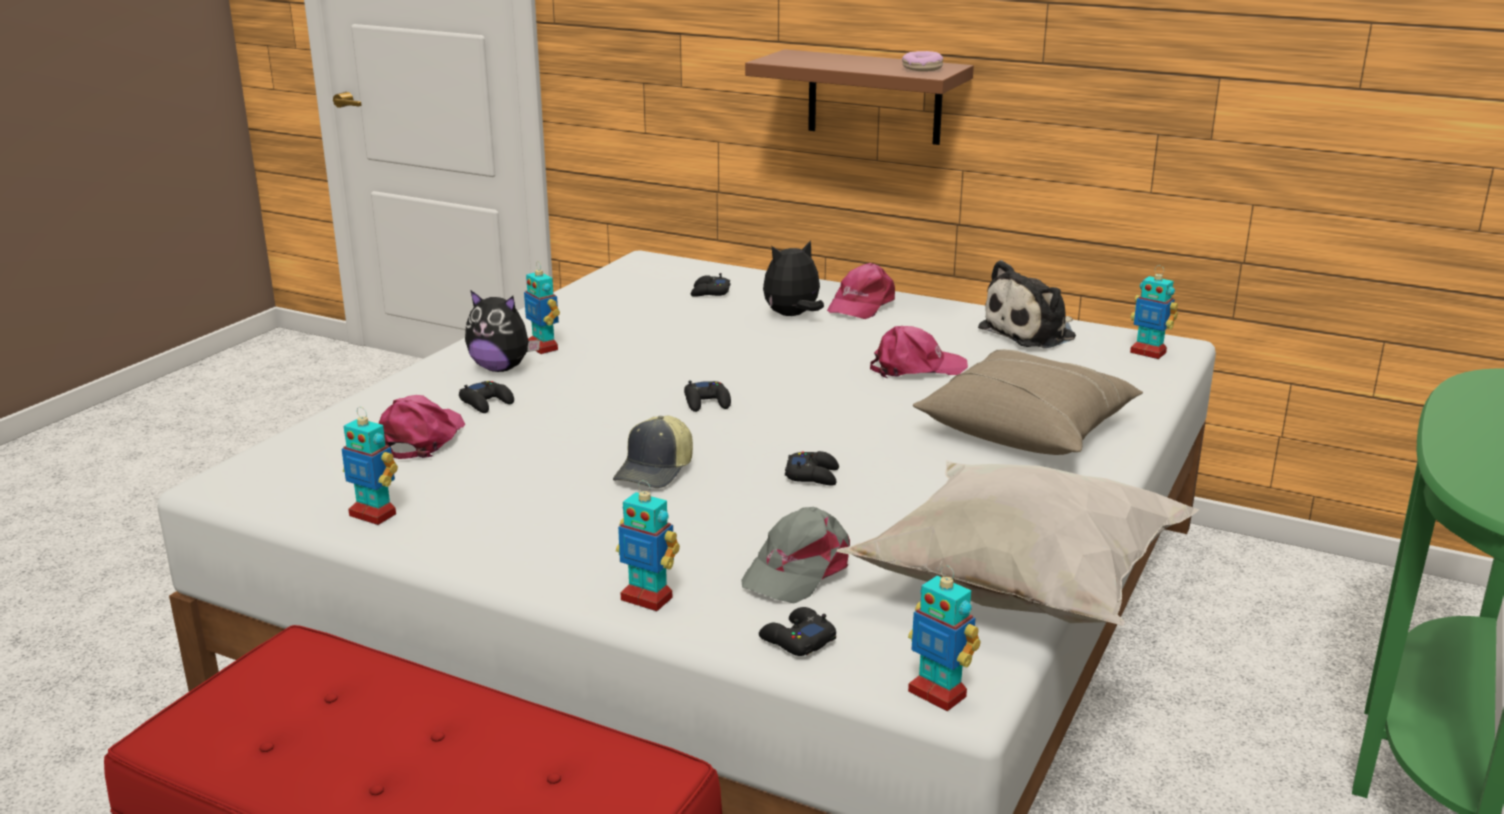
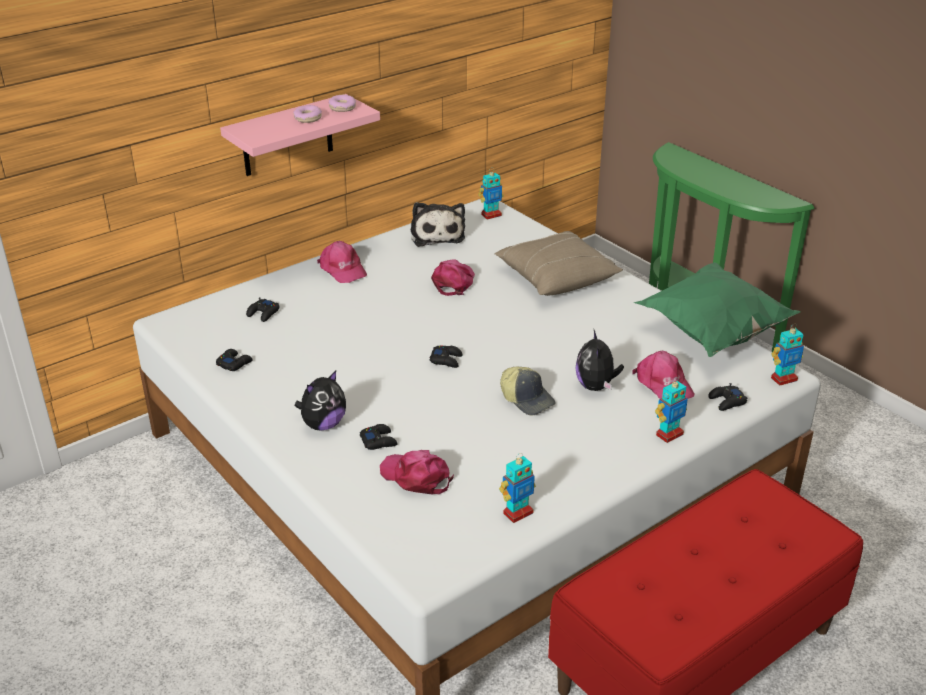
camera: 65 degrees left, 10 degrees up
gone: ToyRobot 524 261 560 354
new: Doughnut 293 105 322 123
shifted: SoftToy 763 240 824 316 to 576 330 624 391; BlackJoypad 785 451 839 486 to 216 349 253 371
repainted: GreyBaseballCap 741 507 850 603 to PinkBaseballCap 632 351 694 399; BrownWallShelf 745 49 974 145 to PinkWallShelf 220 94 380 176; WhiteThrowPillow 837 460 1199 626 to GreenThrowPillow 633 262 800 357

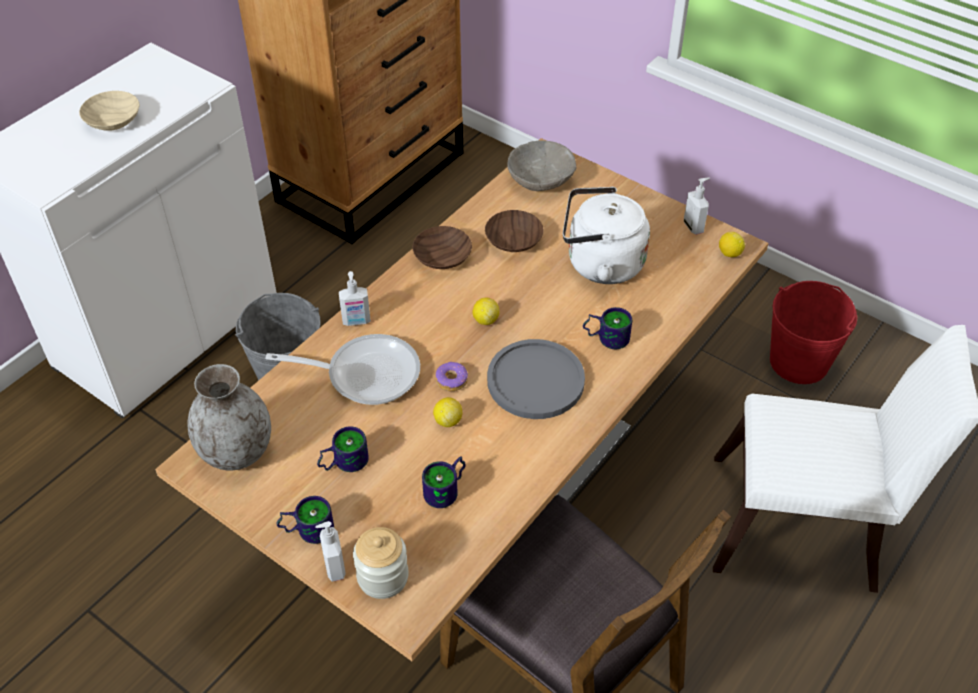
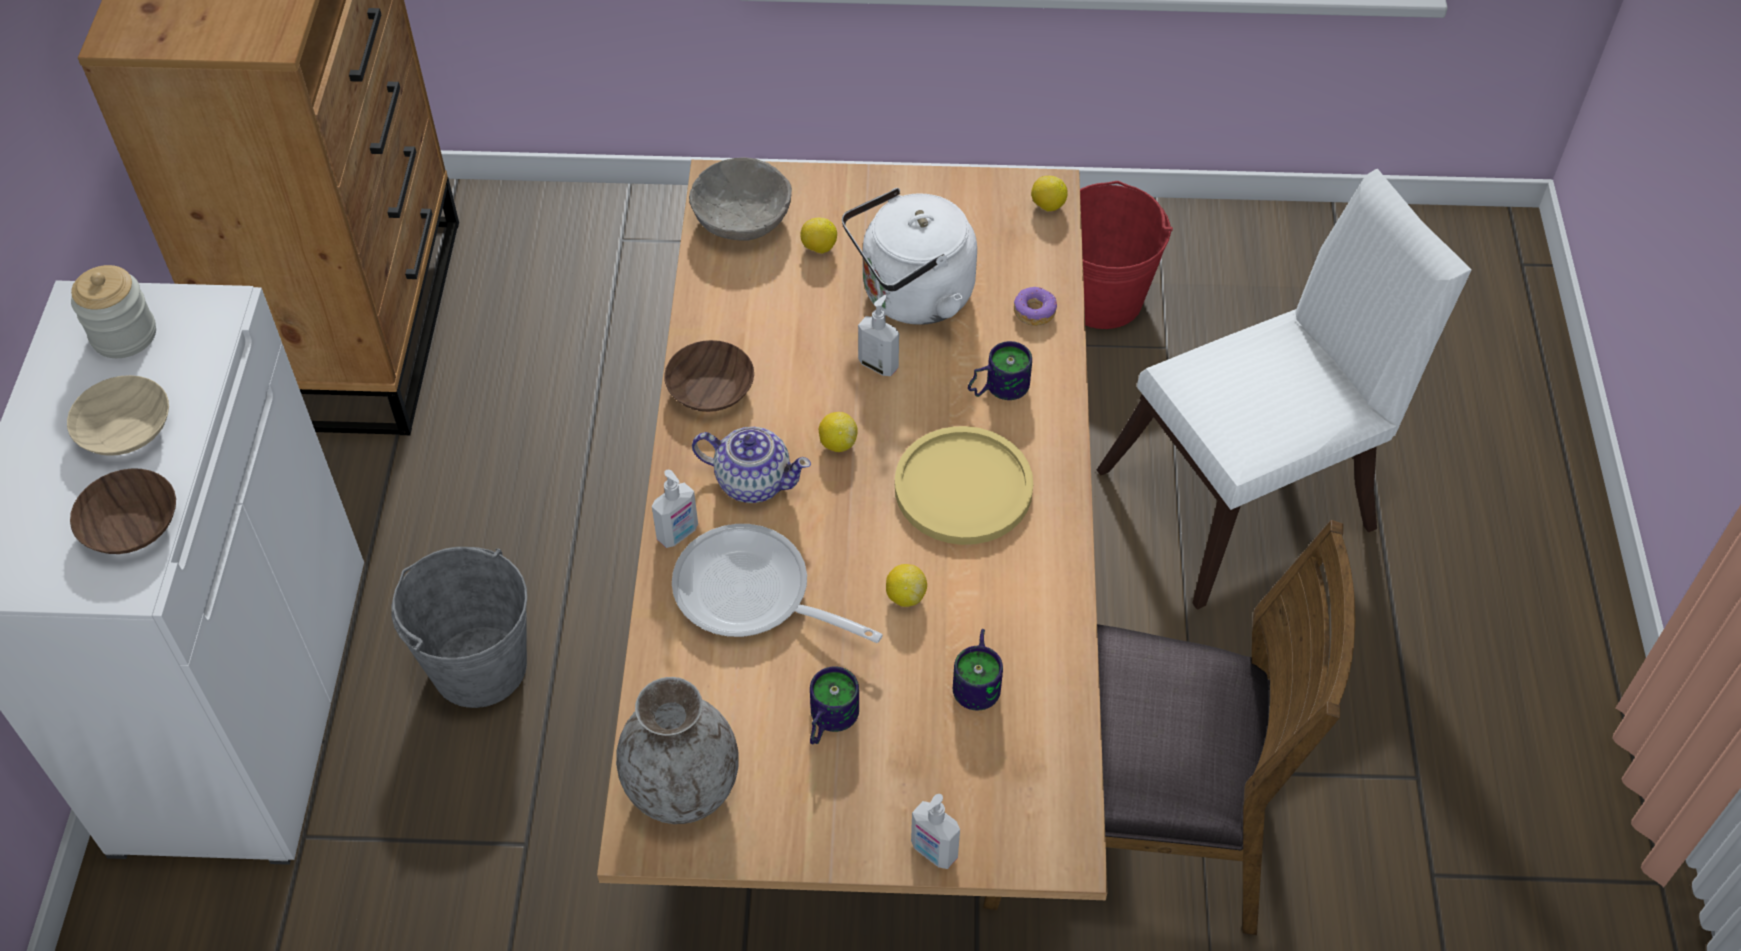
camera: 35 degrees left, 5 degrees up
gone: TeaMug 277 496 334 544
new: Teapot 692 427 811 503; CitrusFruit 800 217 837 254
shifted: Jar 353 527 409 599 to 71 265 156 358; Doughnut 436 362 468 391 to 1014 287 1057 326; BrownBowl 485 210 543 252 to 70 469 176 554; LiquidSoapBottle 684 177 710 235 to 858 295 899 376
repainted: GreyFlatDish 487 339 585 419 to YellowColouredFlatDish 895 426 1034 545
rotated: Skillet 265 334 420 405 = 672 524 883 643 120 degrees counterclockwise

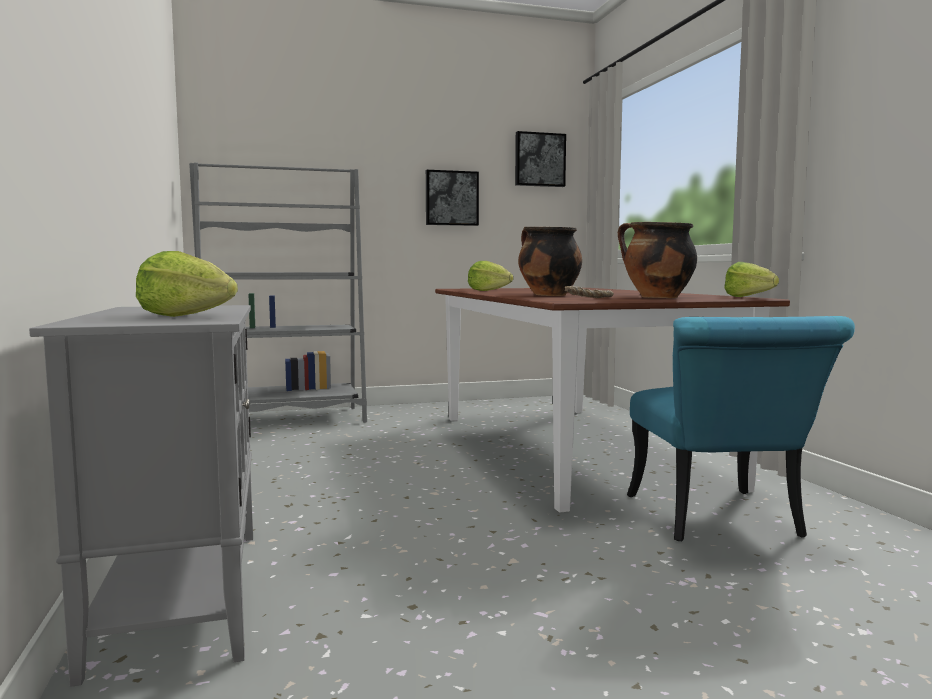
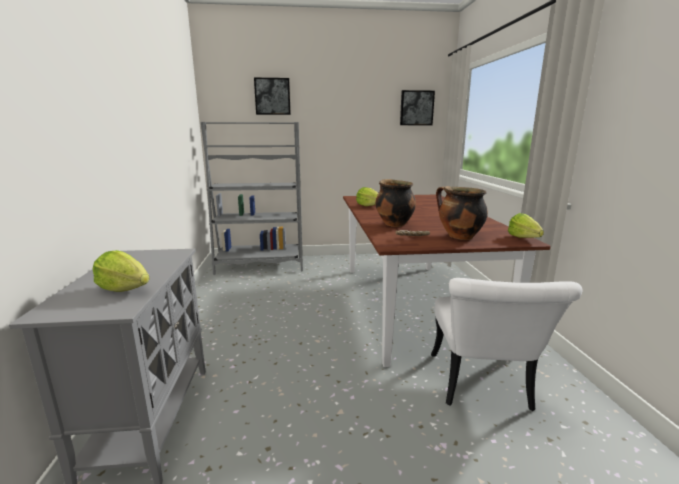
camera: 10 degrees right, 10 degrees up
shifted: WallPicture 426 170 479 226 to 254 78 291 115
repainted: TurquoiseChair 627 316 855 541 to WhiteChair 431 278 582 411

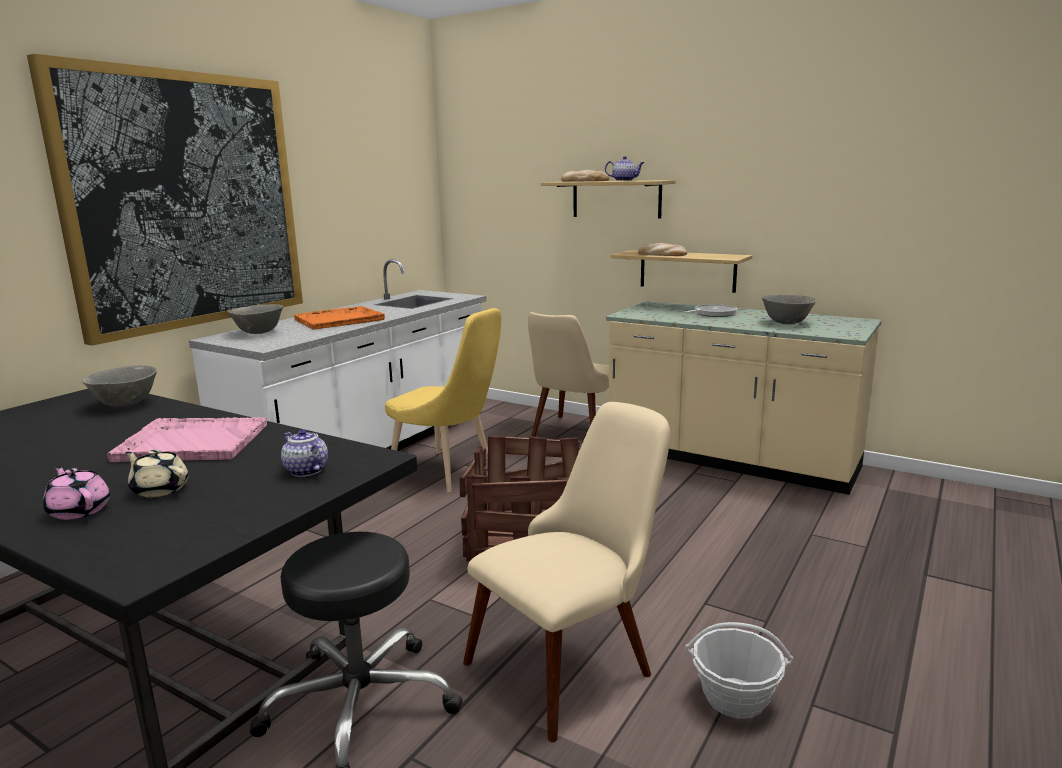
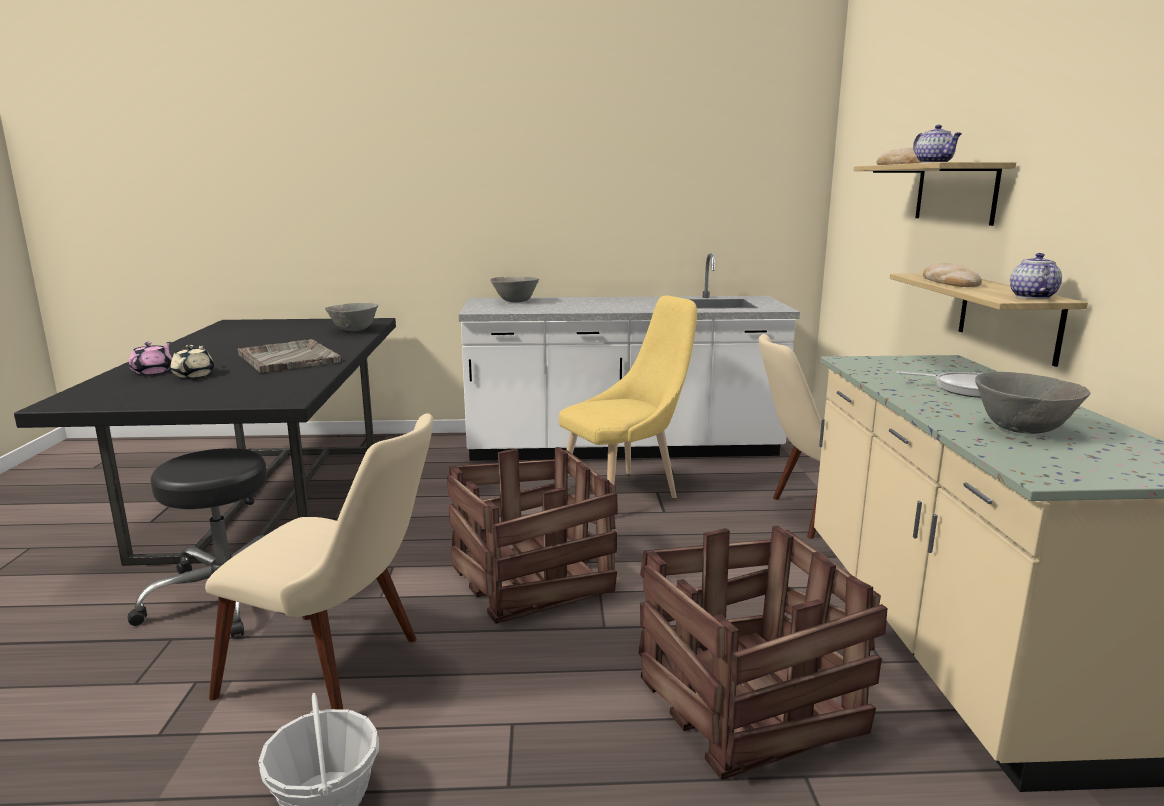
camera: 55 degrees right, 0 degrees up
gone: WallPicture 27 54 303 346; OrangeServingTray 294 306 385 330
new: PackingCrate 638 525 887 780
shifted: Teapot 281 429 328 477 to 1010 253 1062 299
repainted: PinkServingTray 107 417 267 462 to GreyServingTray 237 339 341 373
rotated: YellowColouredChair 385 308 501 493 = 559 295 697 499 120 degrees counterclockwise

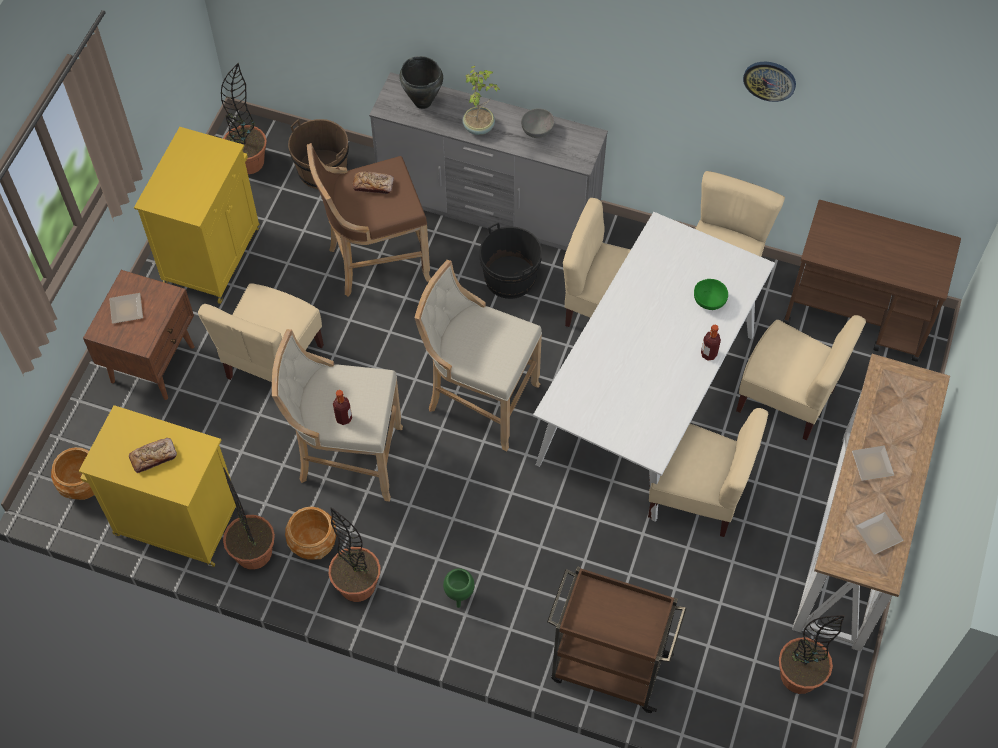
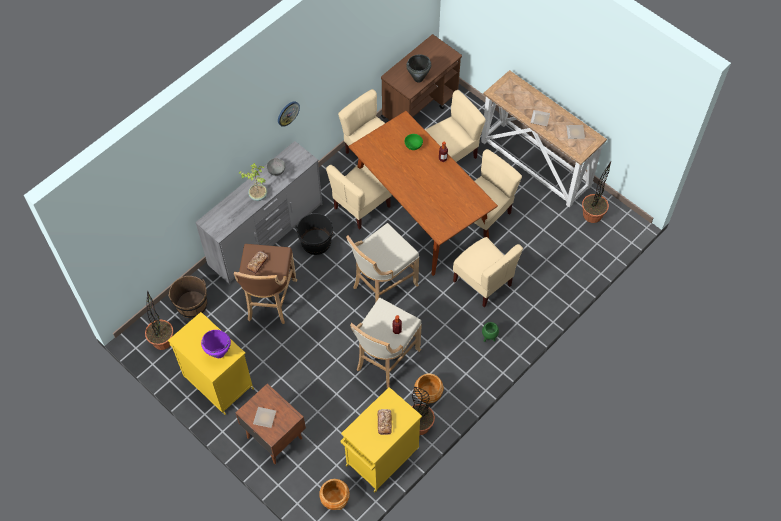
camera: 65 degrees left, 0 degrees up
gone: PlantInAPot 329 507 380 602; BrownCart 547 566 687 713
new: PurpleColouredCookingPot 201 330 231 358
shifted: SandColouredChair 198 283 324 382 to 453 237 523 307; BlackCookingPot 399 56 443 109 to 406 54 431 83; ClockOnTheWall 743 62 796 102 to 278 101 300 127
repainted: WhiteKitchenTable 533 212 775 522 to BrownKitchenTable 348 111 498 276

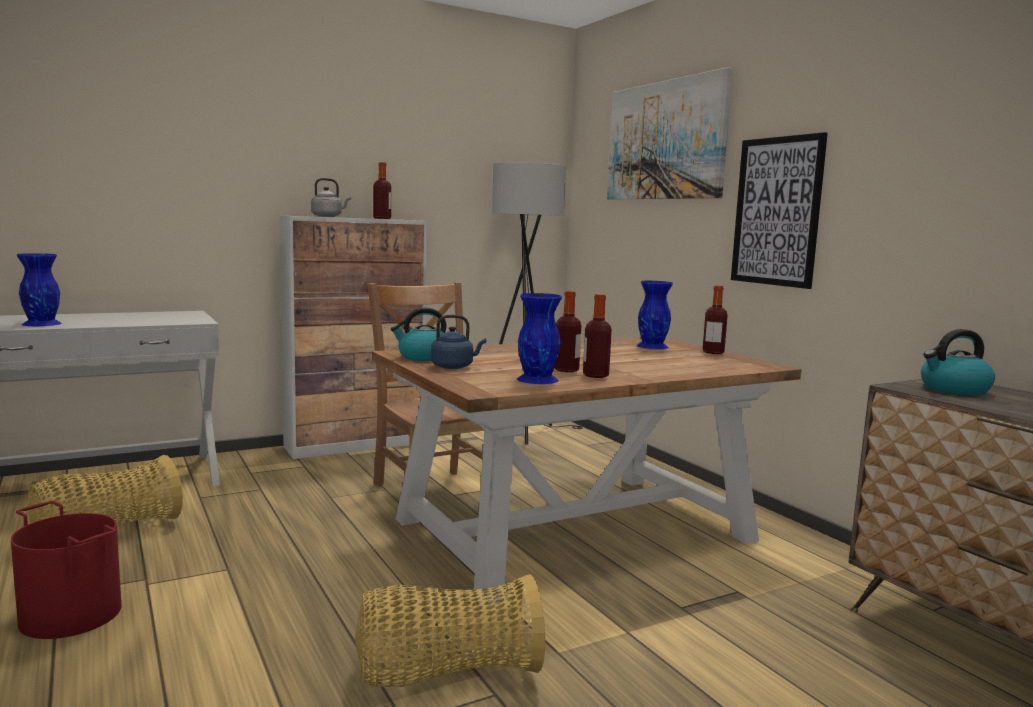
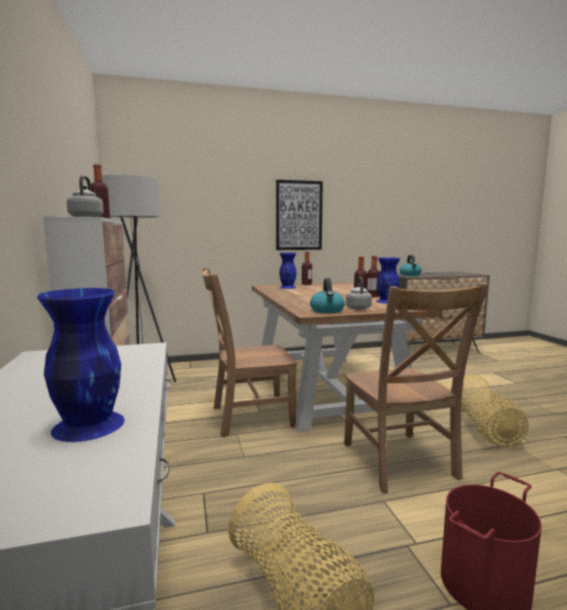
camera: 75 degrees left, 0 degrees up
gone: WallPicture 607 67 733 199
new: BrownChair 344 283 489 493
repainted: BluishWaterKettle 431 315 486 369 to GreyWaterKettle 346 277 372 310

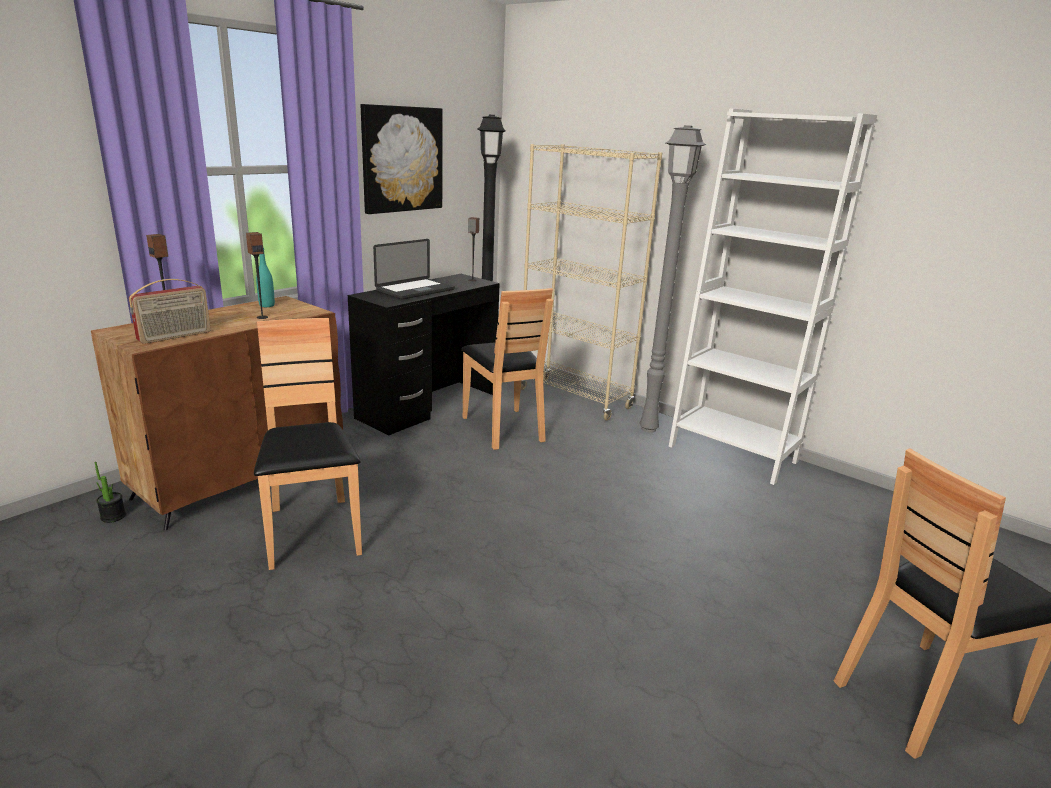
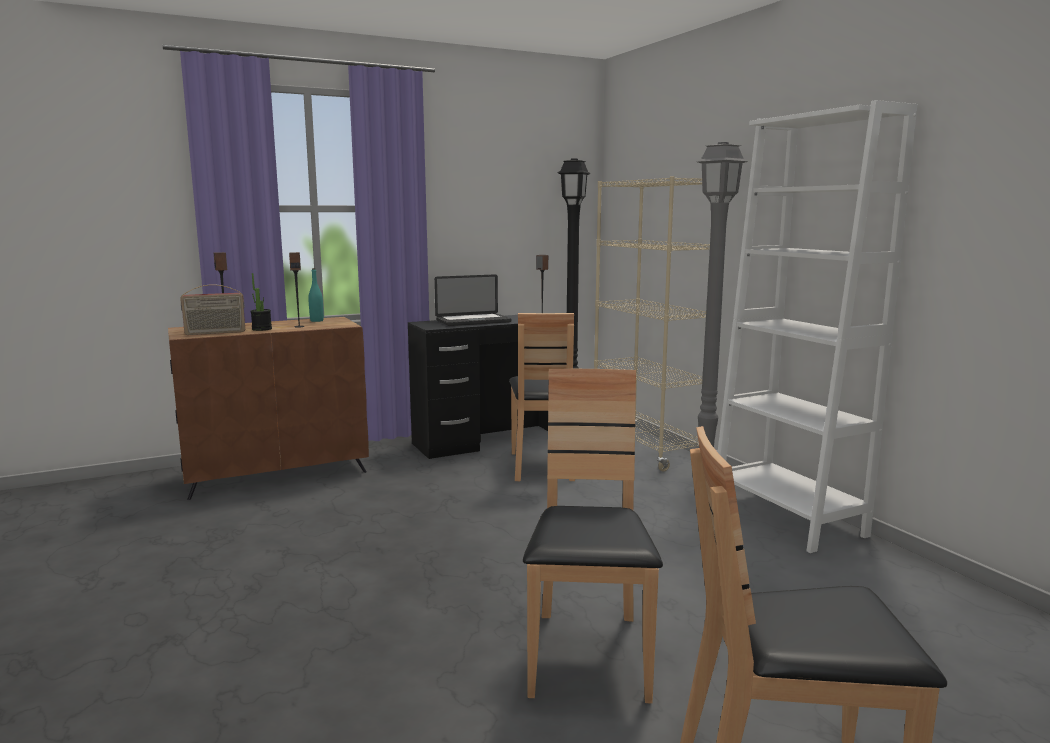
camera: 25 degrees right, 10 degrees down
gone: WallPicture 361 104 443 214
shifted: PlantInAPot 94 462 126 523 to 250 273 272 331; BrownChair 254 318 362 570 to 523 369 663 703

